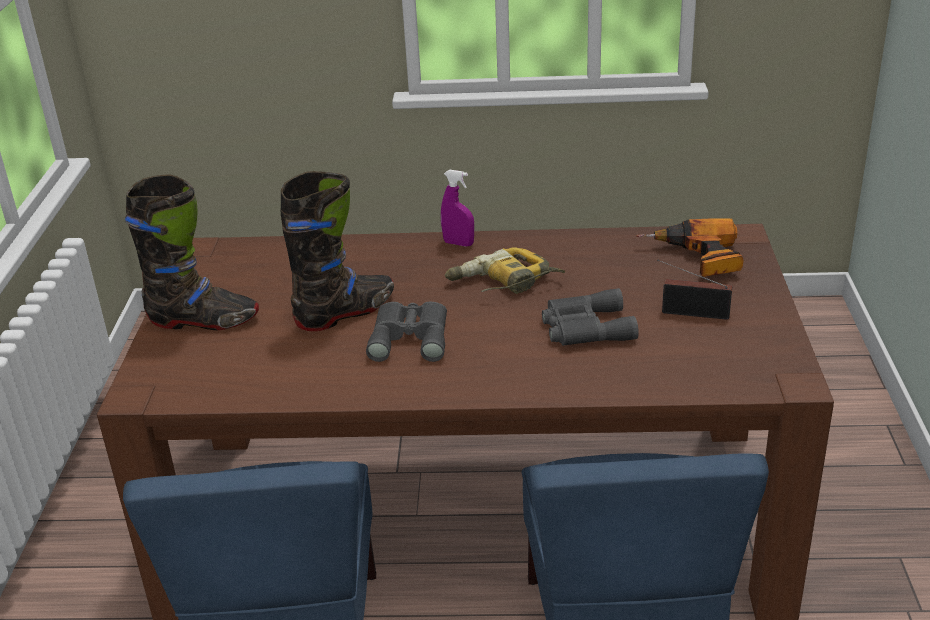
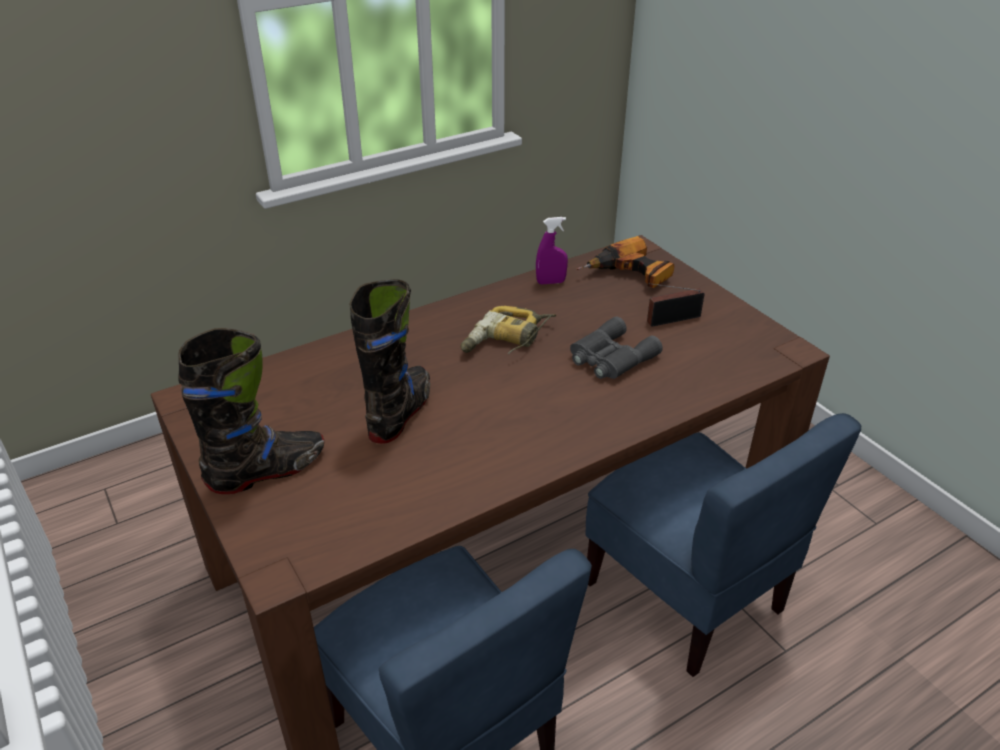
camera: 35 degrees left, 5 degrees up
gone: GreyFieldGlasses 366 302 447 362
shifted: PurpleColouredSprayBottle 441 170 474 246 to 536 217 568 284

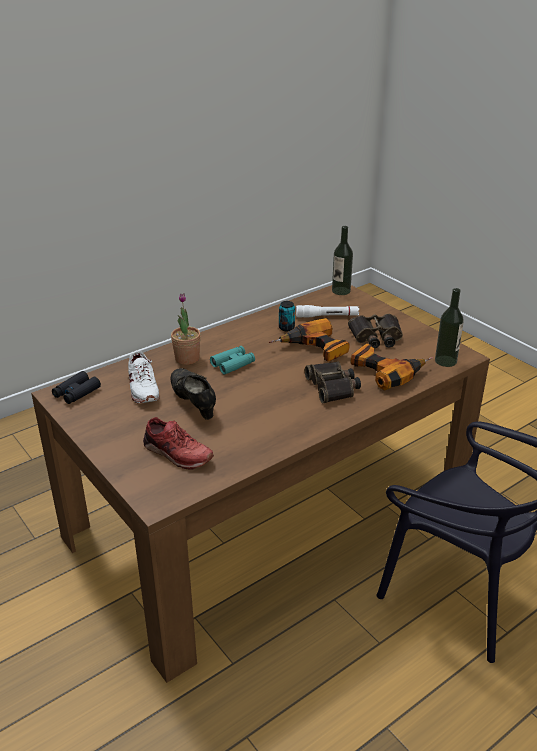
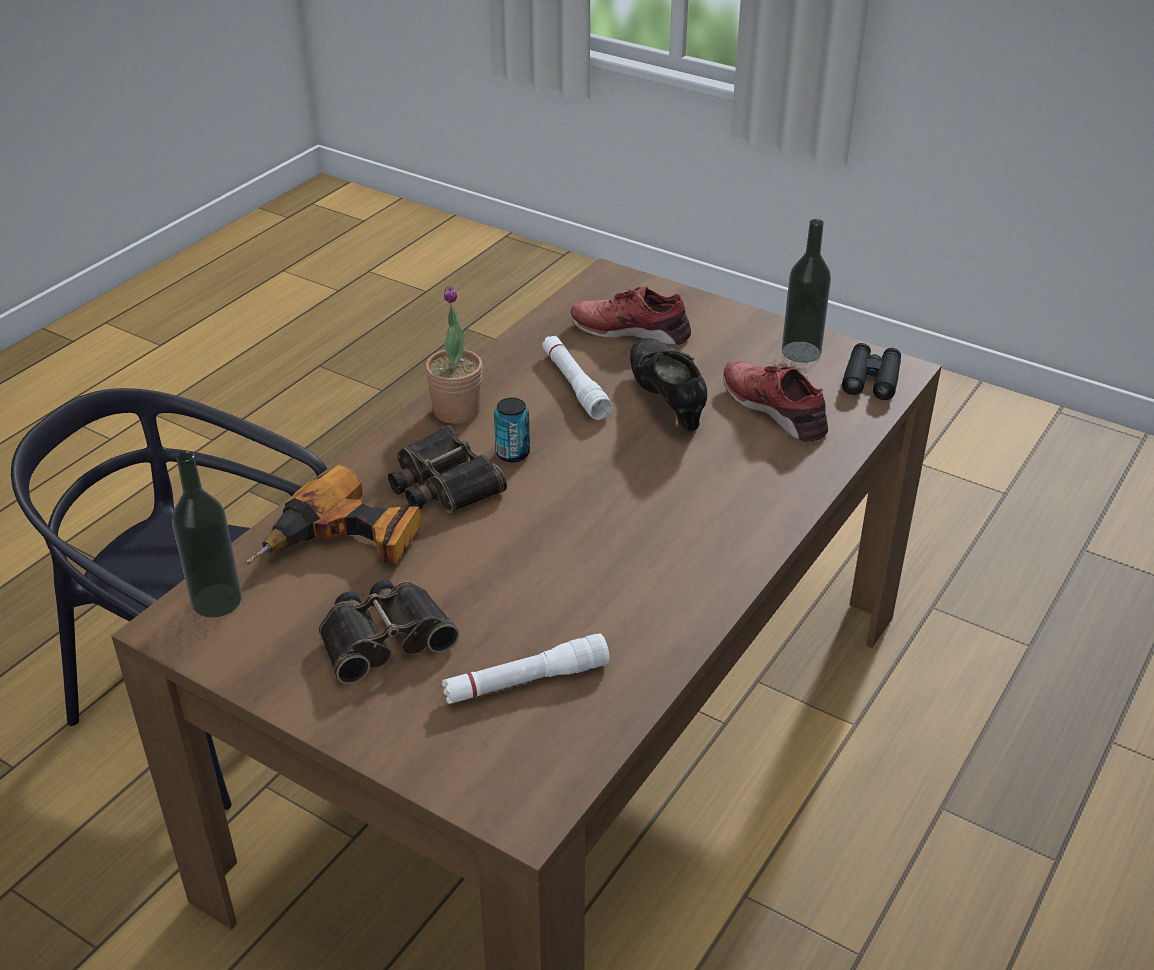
camera: 160 degrees right, 5 degrees up
gone: TurquoiseFieldGlasses 210 346 255 374; ElectricDrill 269 318 350 362
new: WhiteFlashlight 542 336 613 420
shifted: PlantInAPot 171 293 201 365 to 425 286 483 424; SealedCan 279 301 295 331 to 494 398 530 462; BeverageBottle 332 226 353 295 to 782 219 831 363
repainted: WhiteShoe 128 352 160 404 to RedColouredShoe 723 360 828 442
rotated: BlackShoe 171 368 216 420 = 630 338 707 432 150 degrees counterclockwise

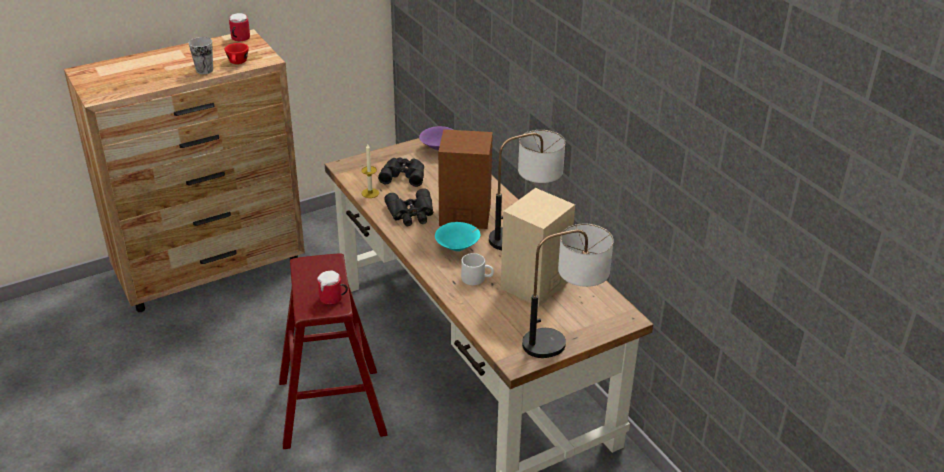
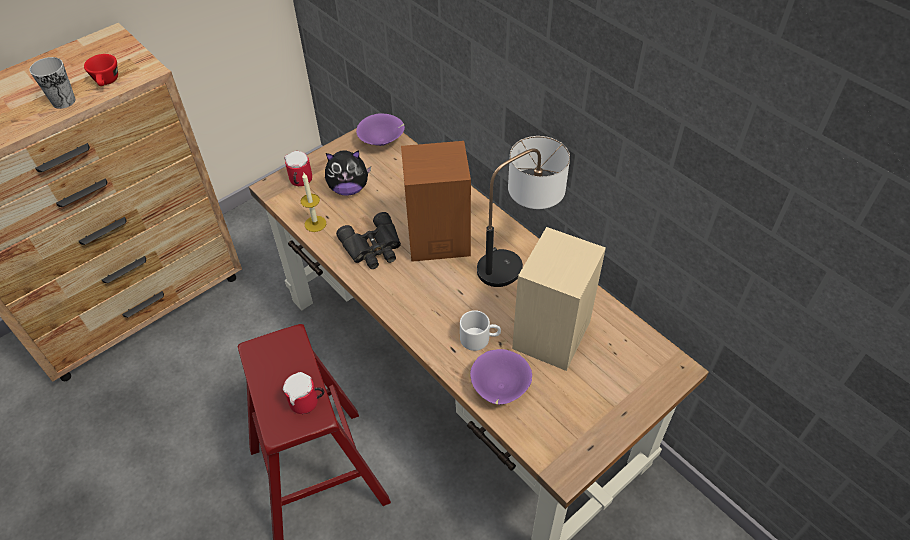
camera: 10 degrees left, 15 degrees up
gone: TurquoiseBowl 435 222 480 252; LampForATable 522 224 614 358
new: PurpleColouredBowl 470 349 532 405
shifted: TeaMug 229 13 250 41 to 284 151 312 186
swapped: BlackFieldGlasses 378 158 424 187 to SoftToy 325 150 371 195

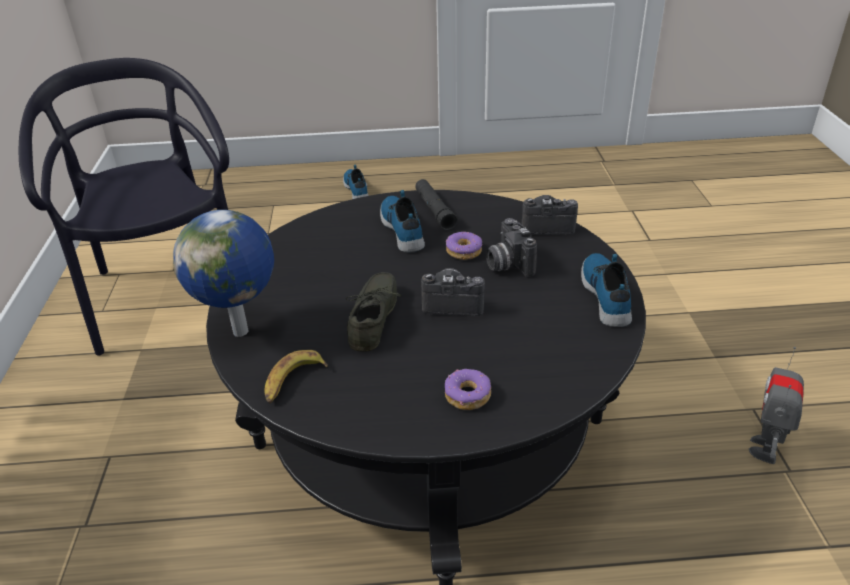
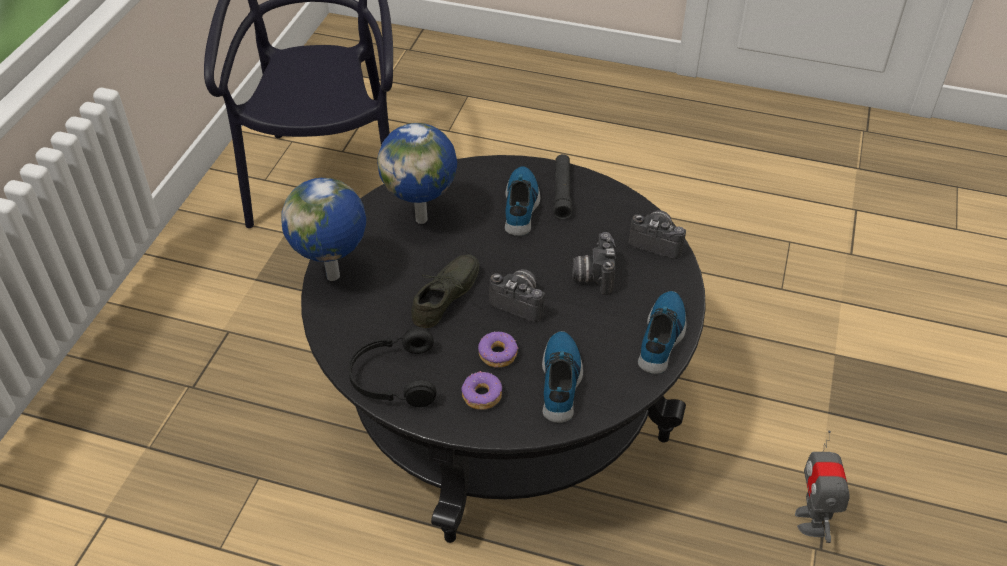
camera: 20 degrees right, 10 degrees up
gone: BananaFruit 264 350 328 403
new: BlackHeadset 348 327 437 407; DeskGlobe 377 123 457 224
shifted: Shoe 343 164 369 199 to 542 331 583 423; Doughnut 446 232 482 260 to 478 332 519 368
rotated: ToyRobot 749 347 804 464 = 795 431 850 543 45 degrees counterclockwise

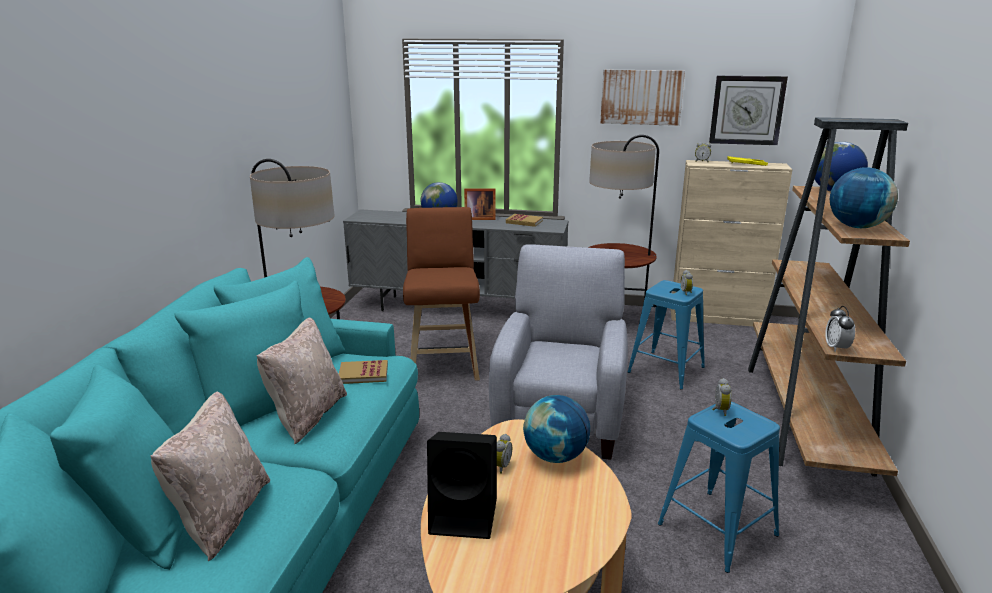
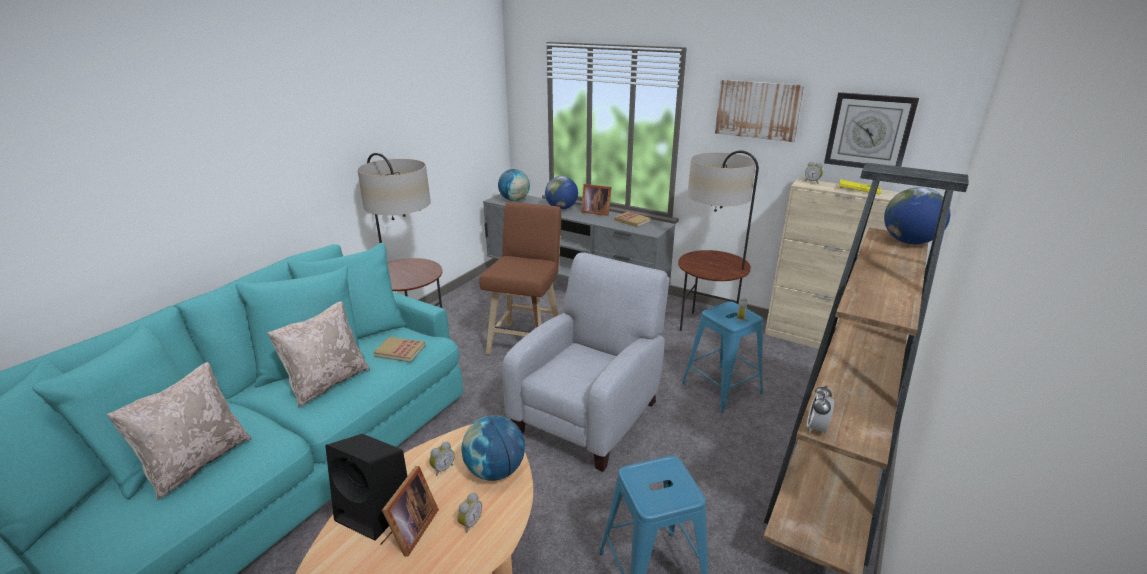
camera: 20 degrees right, 5 degrees up
new: PictureFrame 381 466 439 557
shifted: TableClock 712 378 732 416 to 457 493 482 533; DeskGlobe 830 167 898 228 to 498 169 530 201

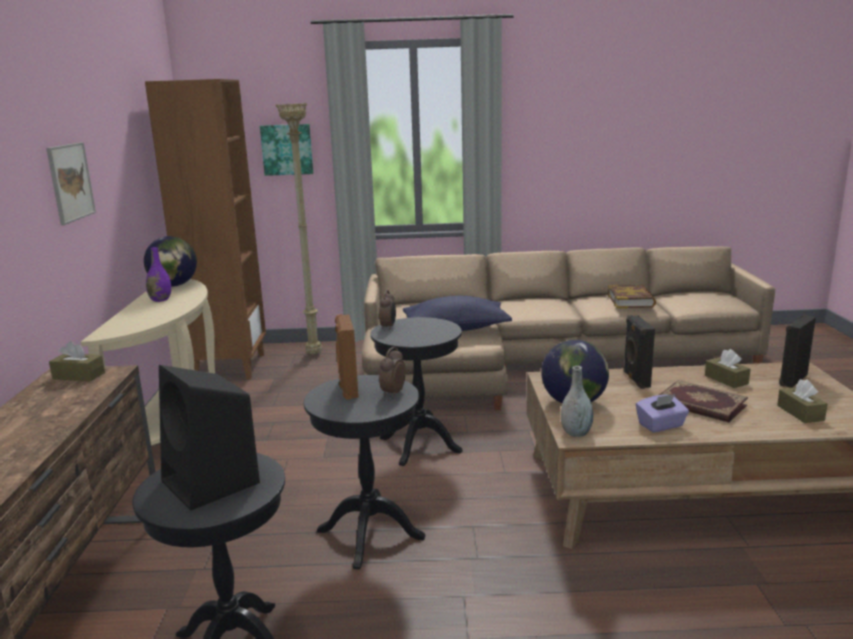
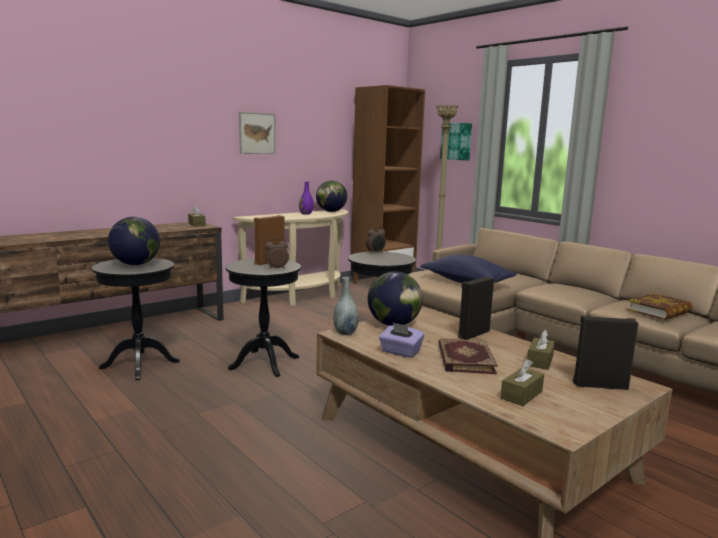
camera: 50 degrees right, 5 degrees down
swapped: BlackAudioSpeaker 159 365 260 511 to DeskGlobe 108 217 160 265

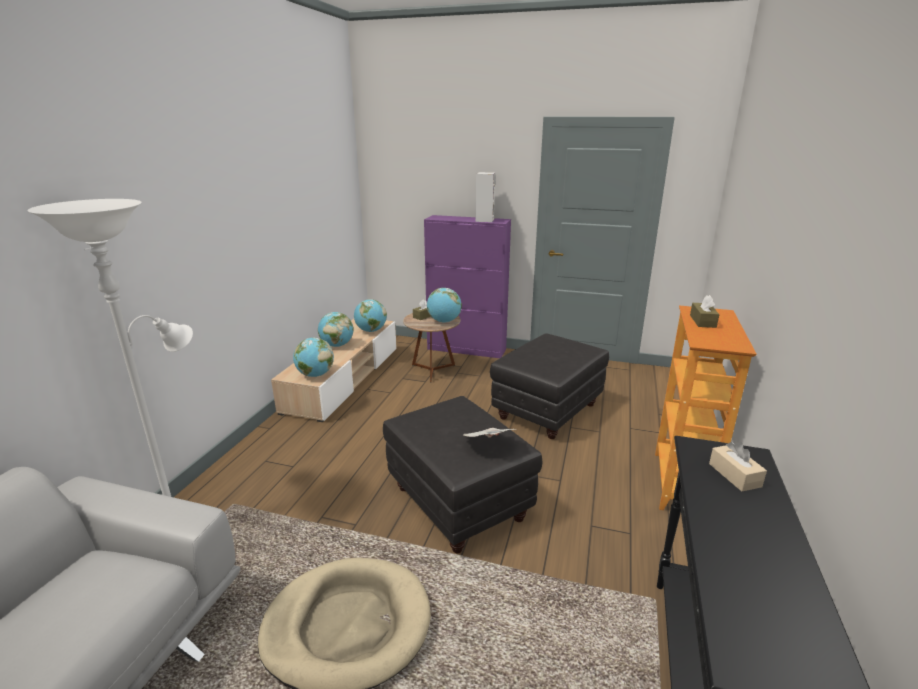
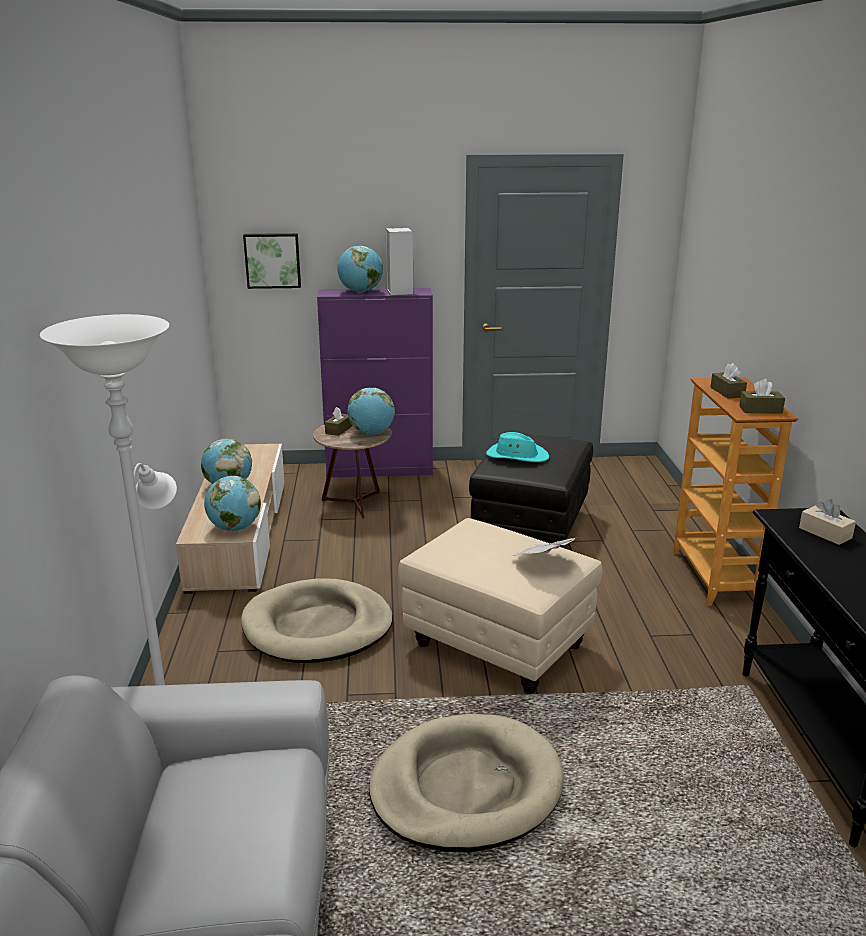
camera: 20 degrees left, 0 degrees up
new: SandColouredDogBed 241 578 393 663; WallPicture 243 233 301 289; TurquoiseHat 486 432 549 462; BrownTissueHolder 739 379 785 414
shifted: DeskGlobe 354 299 387 332 to 337 246 383 293
repainted: BlackOttoman 383 396 542 553 to SandColouredOttoman 398 518 602 694

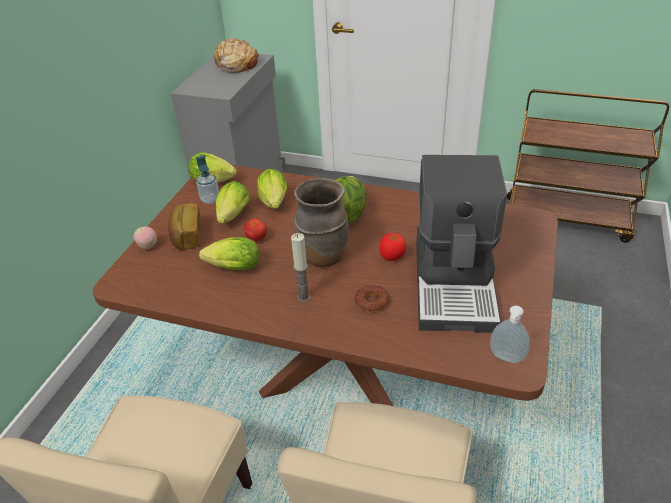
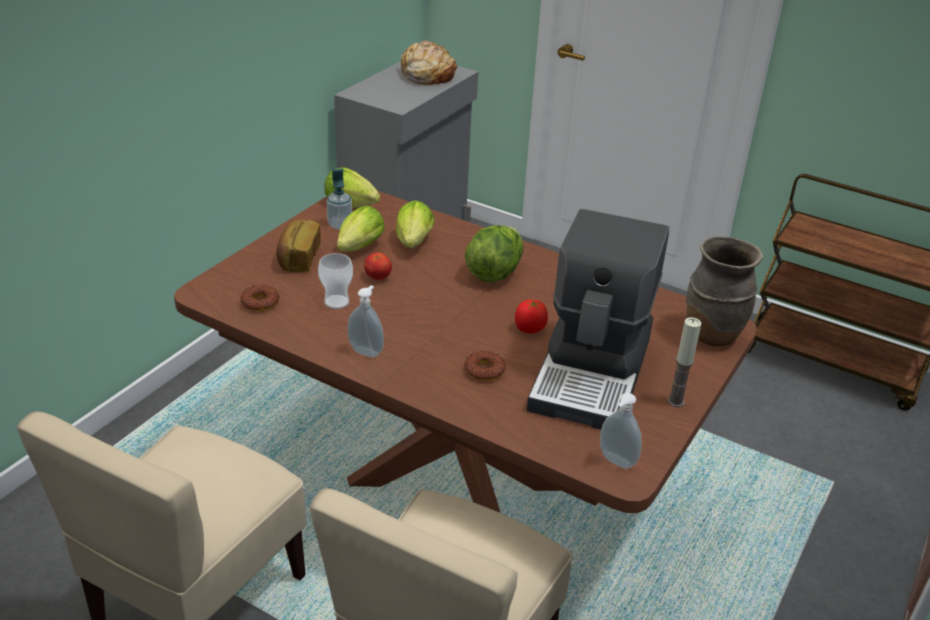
camera: 10 degrees right, 5 degrees down
gone: Apple 134 226 157 249
new: Doughnut 240 285 279 311; LiquidSoapBottle 347 285 384 357
shifted: WaxCandle 291 233 310 302 to 667 317 701 407; BrownVase 294 178 349 267 to 686 237 763 346
swapped: Lettuce 199 237 259 270 to Cup 318 253 353 309

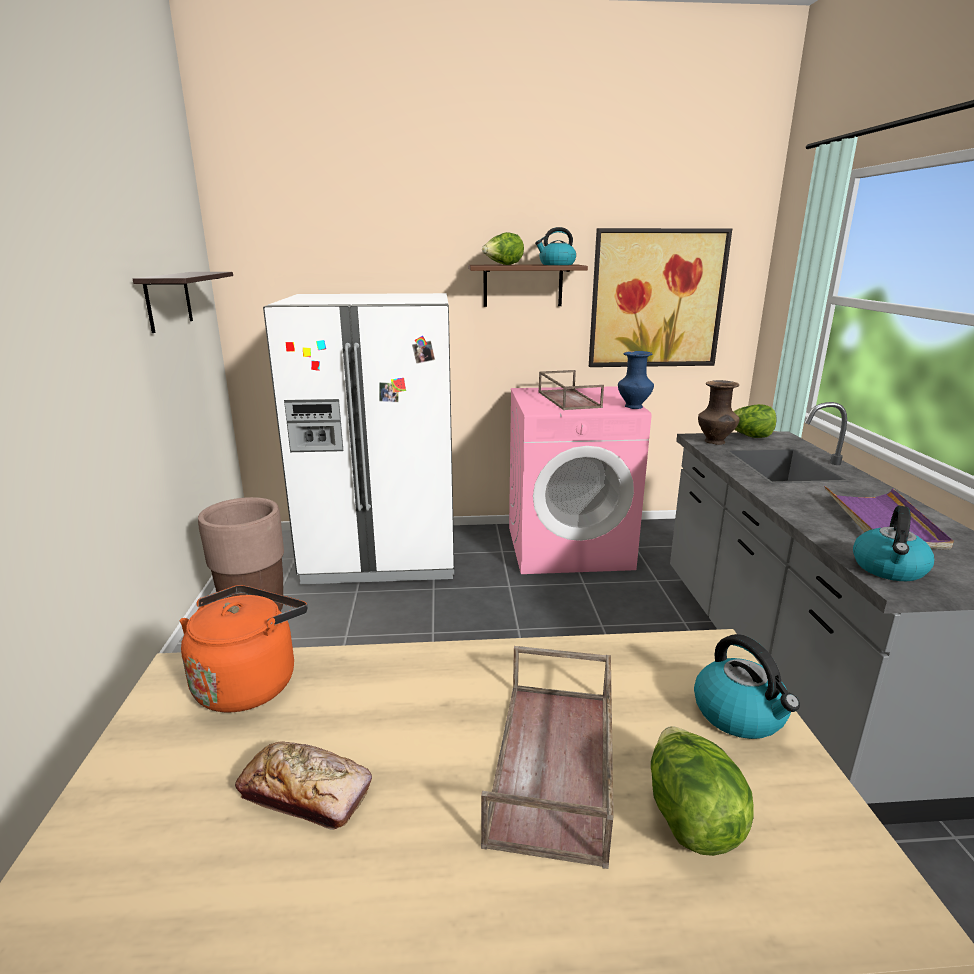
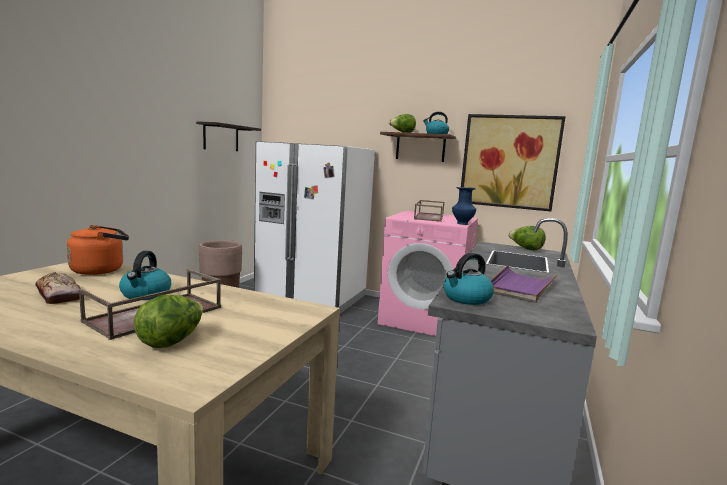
camera: 25 degrees right, 10 degrees down
gone: BrownVase 698 380 740 445
shifted: WaterKettle 694 634 800 739 to 119 251 171 300

